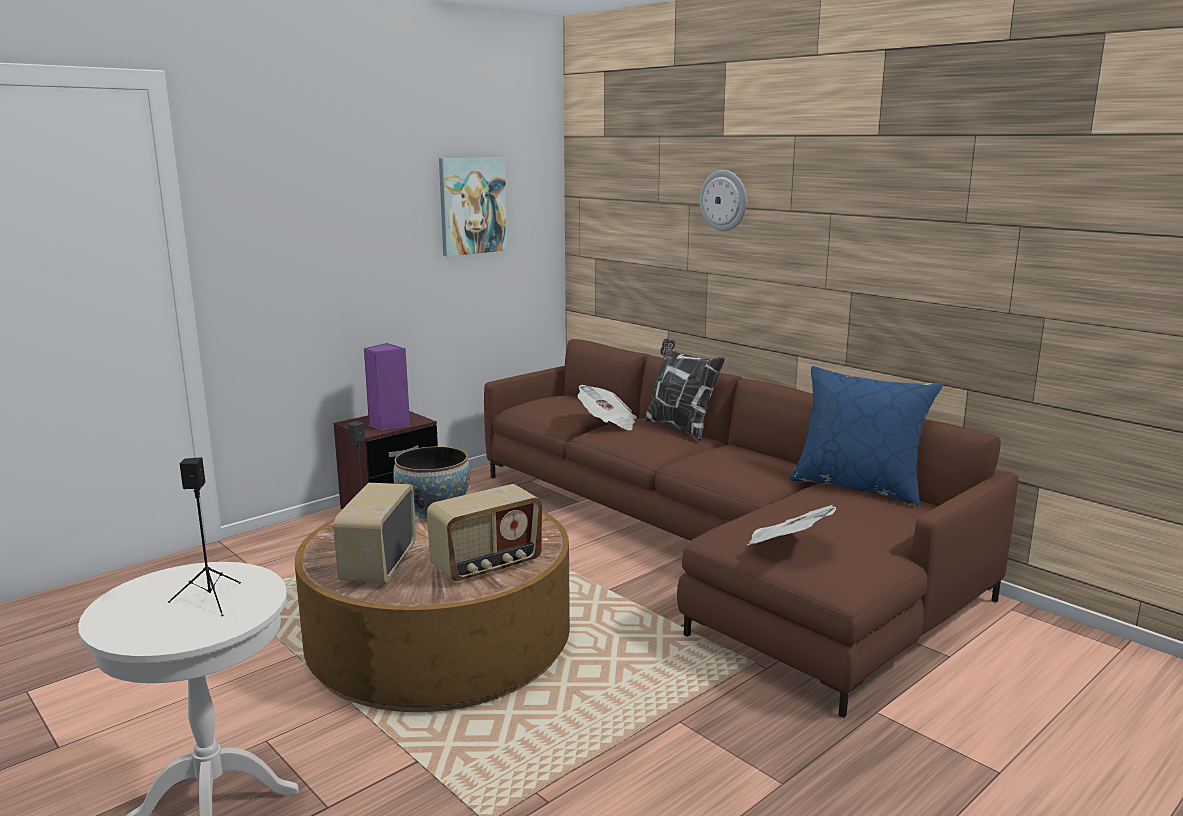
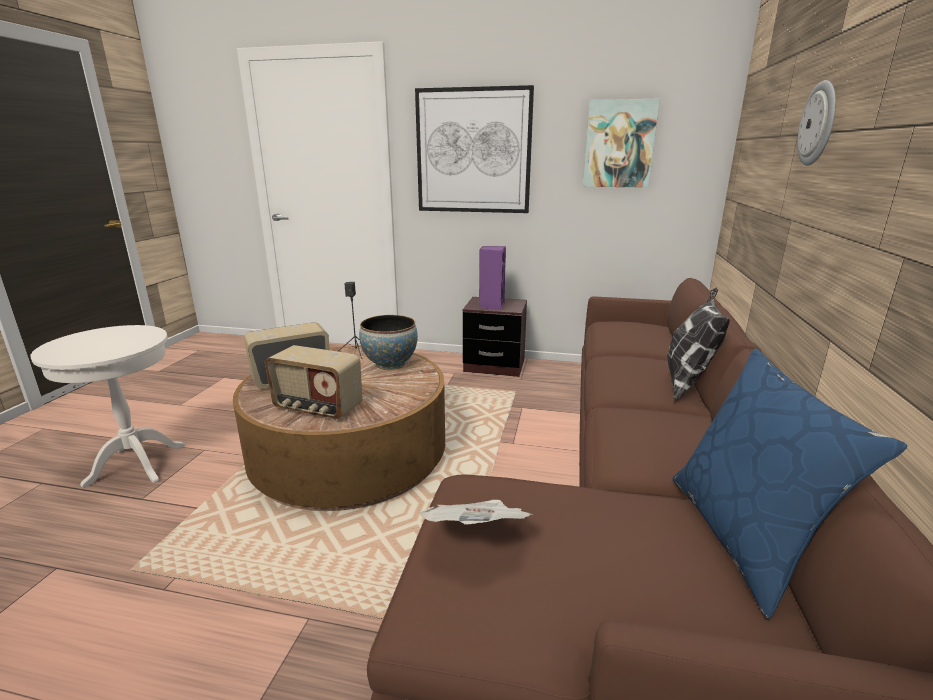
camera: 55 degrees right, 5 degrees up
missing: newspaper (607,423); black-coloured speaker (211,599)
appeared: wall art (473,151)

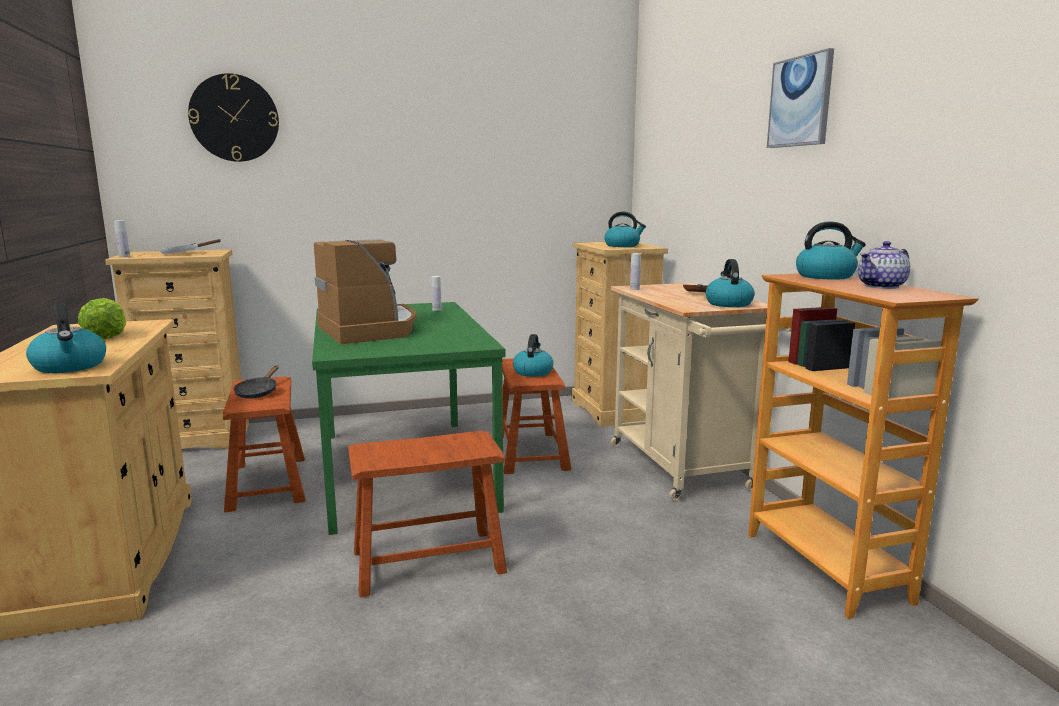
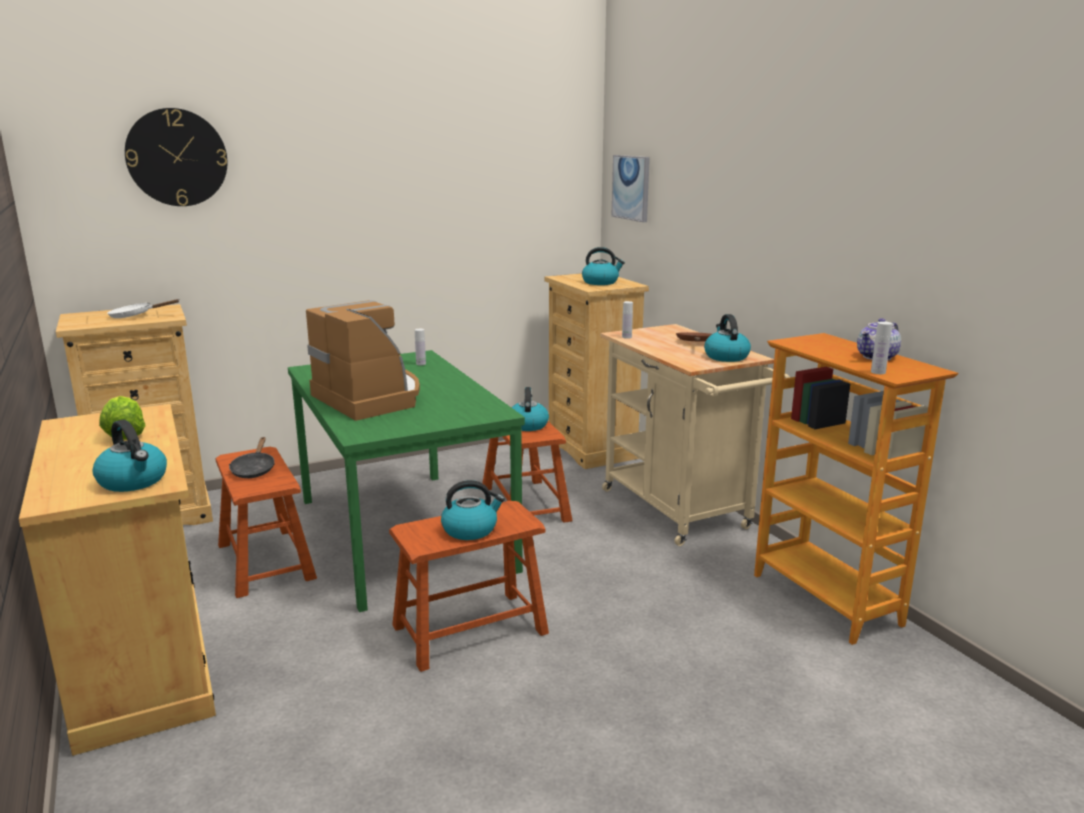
camera: 10 degrees left, 5 degrees up
relocated: wall art (800,101) to (631,187); white-coloured beverage bottle (124,256) to (878,372); tea kettle (826,276) to (470,529)

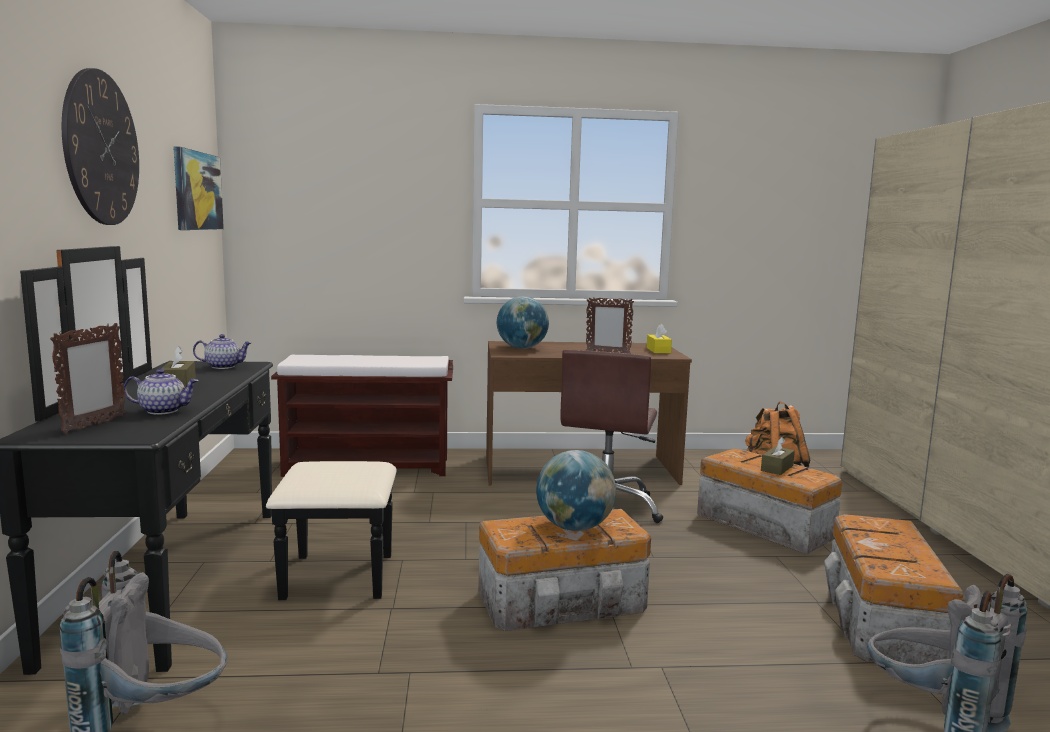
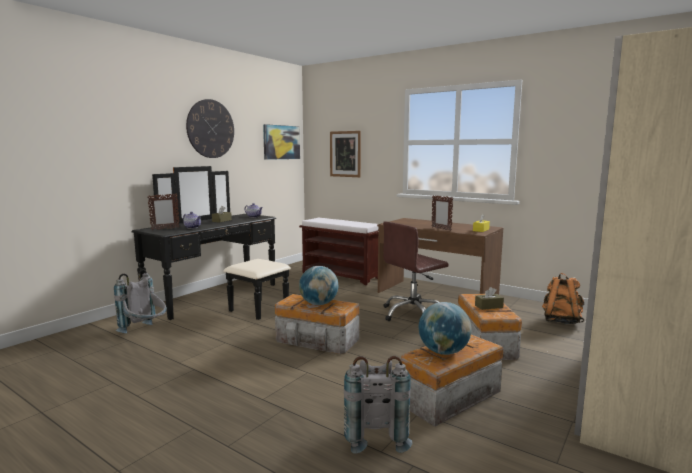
camera: 40 degrees right, 0 degrees up
appeared: wall art (345,154)
relocated: globe (522,348) to (443,352)

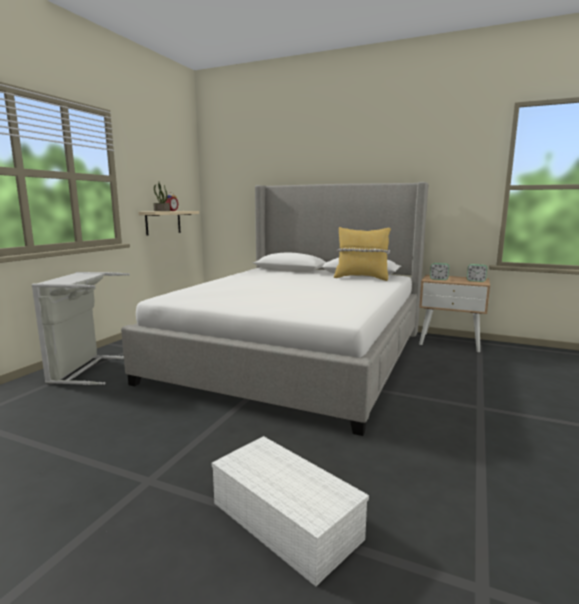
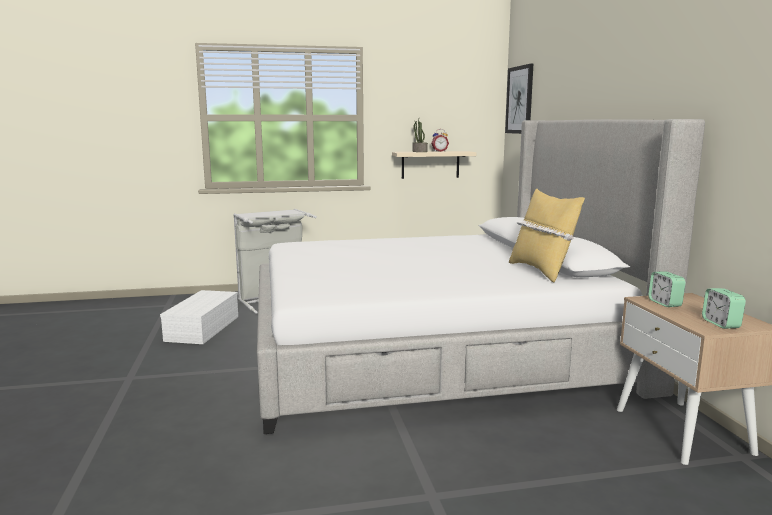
camera: 55 degrees right, 0 degrees up
appeared: wall art (520,100)
relocated: white-coloured storage box (282,520) to (202,328)

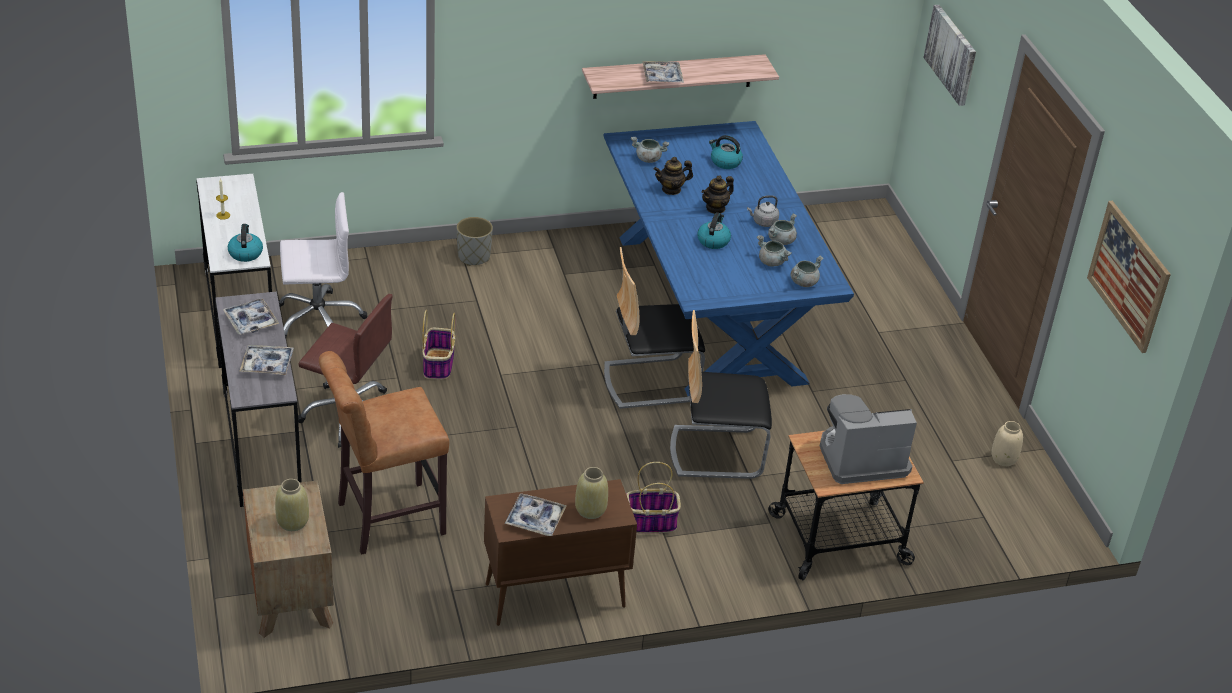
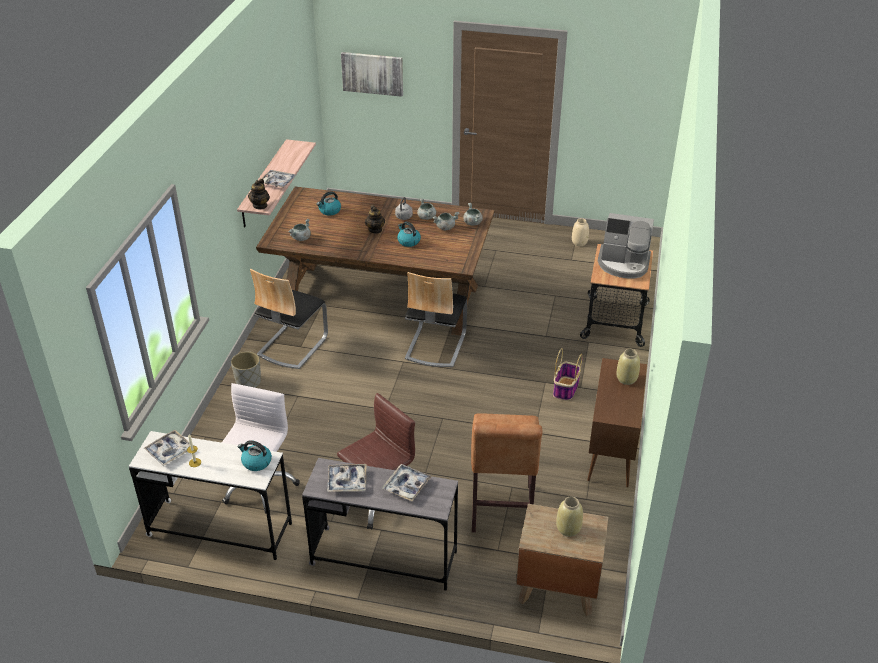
camera: 60 degrees left, 0 degrees up
missing: wall art (1129,275); storage basket (438,365)
relocated: tea pot (671,189) to (260,205); plain chair (716,451) to (292,346); carrying tray (535,519) to (169,451)
colour: bluish kitchen table (711,308) to brown-coloured kitchen table (382,297)
spun: coffee brewer (861,458) = (623,264) 90 degrees counterclockwise

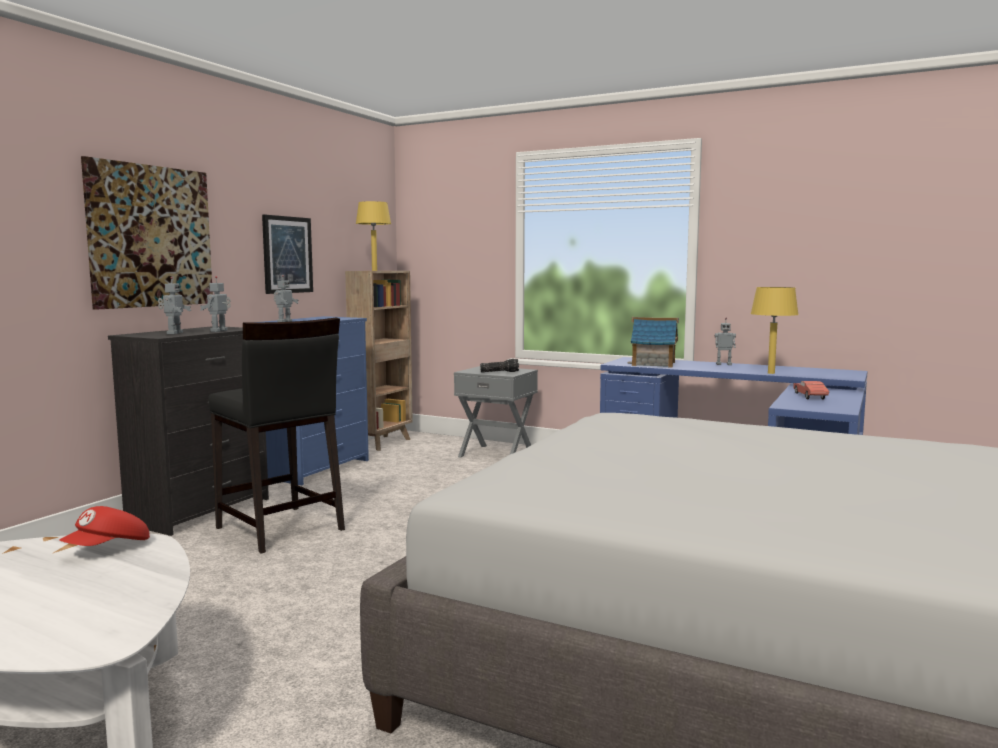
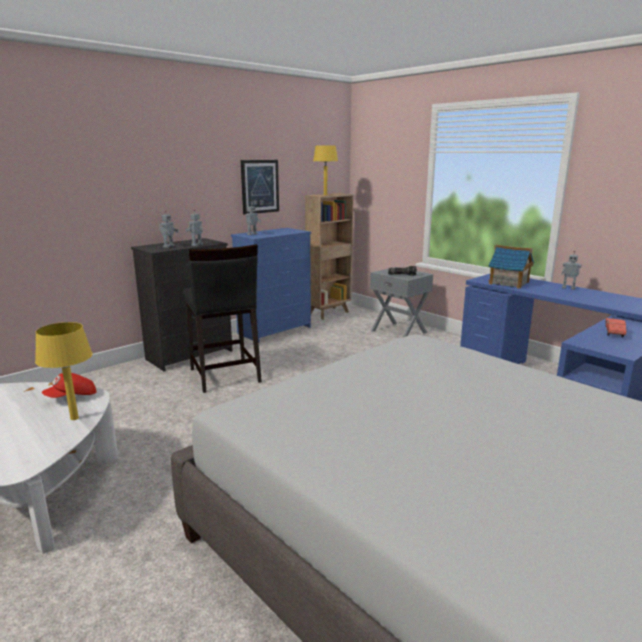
camera: 20 degrees right, 10 degrees up
missing: wall art (151,236)
relocated: yellow tabletop lamp (771,373) to (74,418)

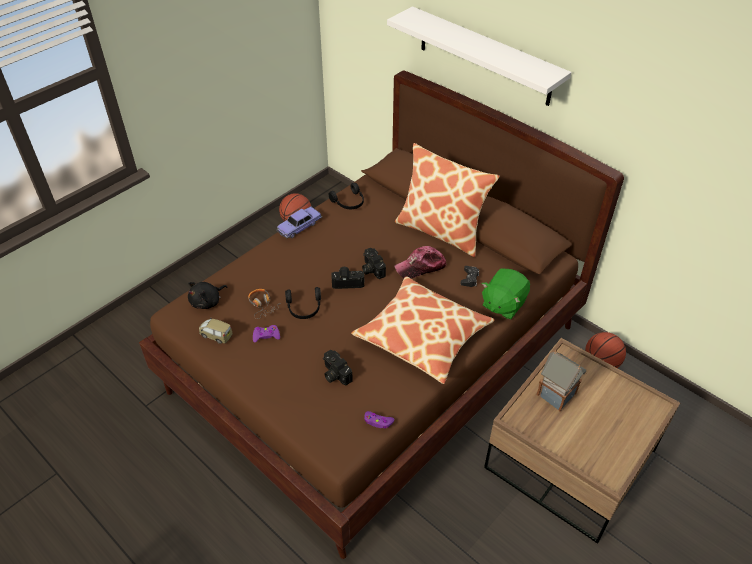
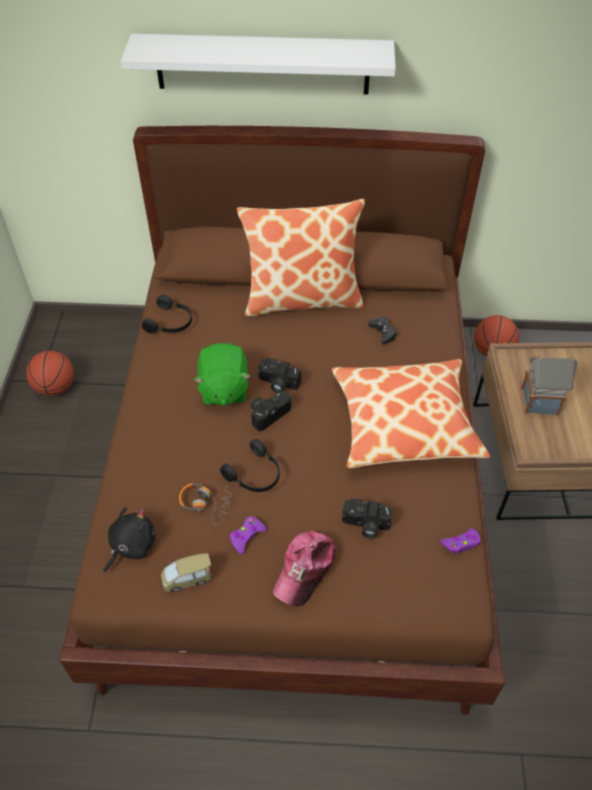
camera: 40 degrees left, 5 degrees up
missing: miniature car (299,226)
relocated: peaked cap (421,267) to (305,569); green-coloured cuddly toy (503,304) to (223,389)
spun: black-coloured cuddly toy (207,302) = (131,545) 150 degrees counterclockwise

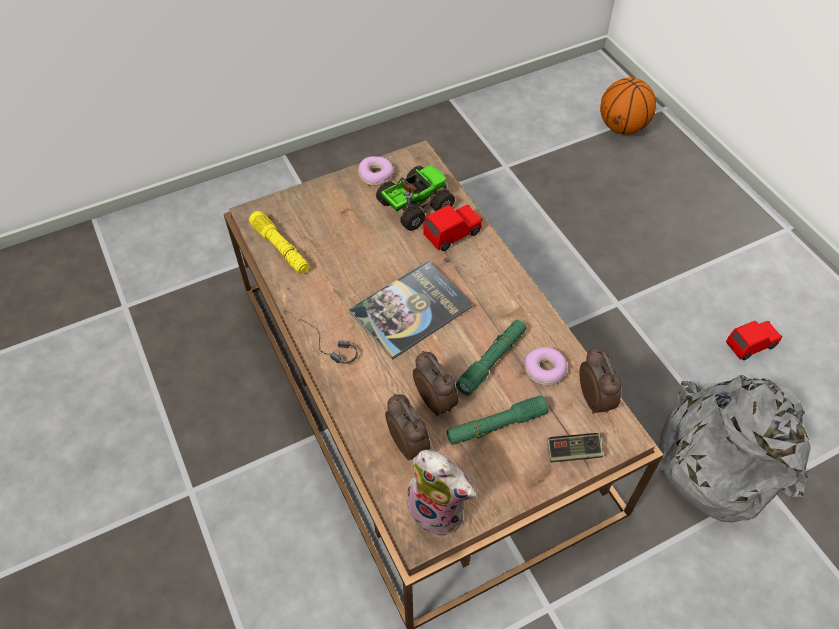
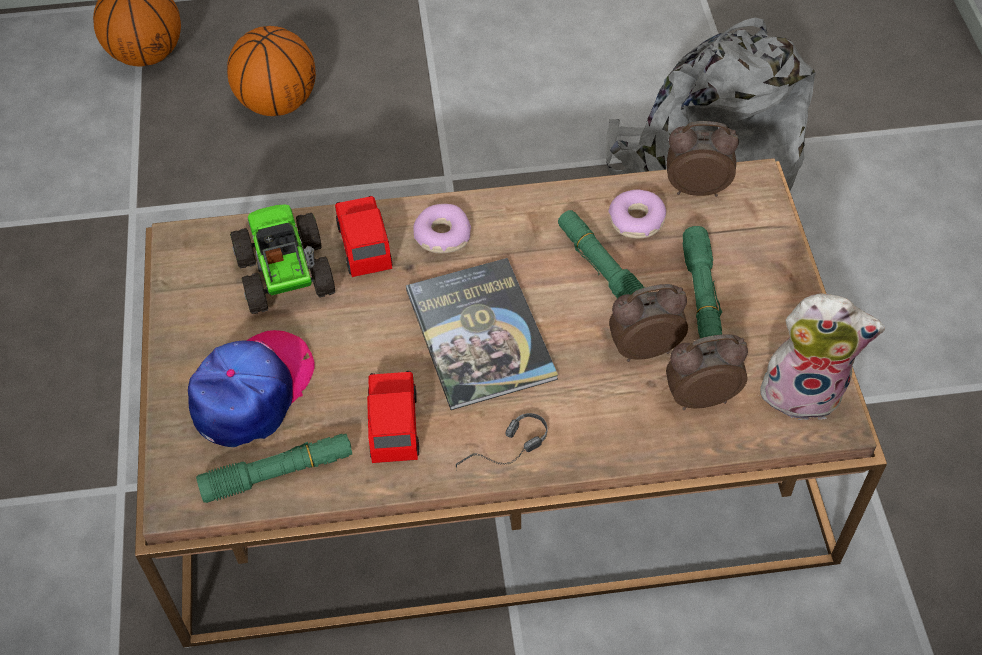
camera: 70 degrees left, 0 degrees up
missing: gamepad (573,452)
appeared: basketball (278,103); peaked cap (253,391)
relocated: donut (375,175) to (441,235); red-coloured miniature car (750,345) to (394,426)
colour: yellow torch (280,248) to green-coloured torch (278,473)
spun: cuddly toy (439,509) = (804,390) 45 degrees clockwise

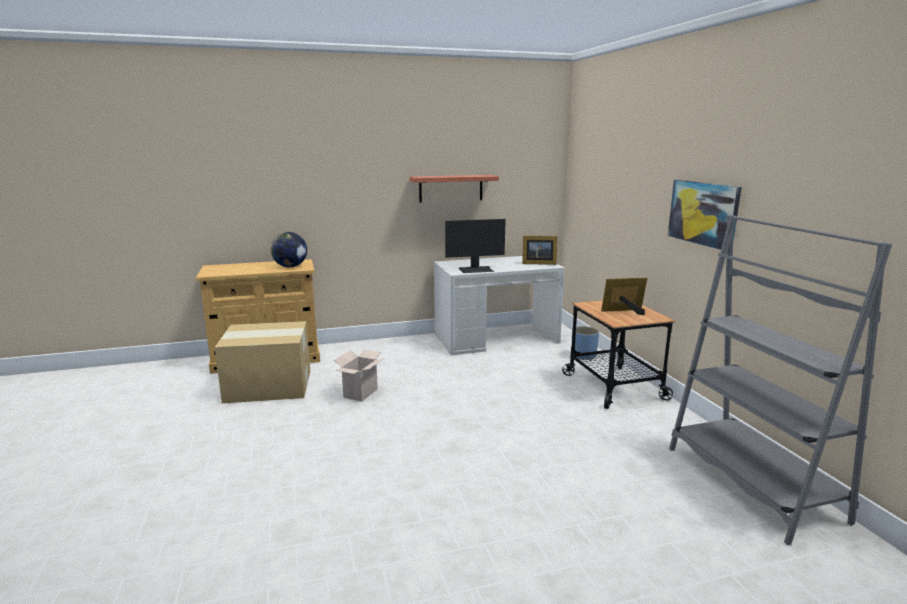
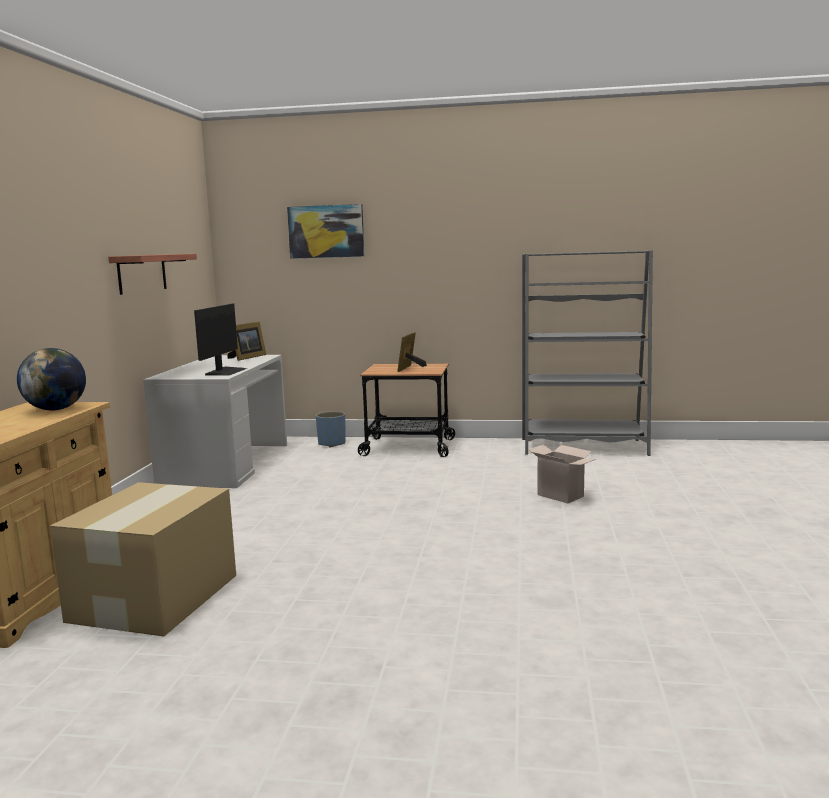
camera: 65 degrees left, 5 degrees down
relocated: wall art (703,213) to (326,231); cardboard box (361,394) to (562,496)

